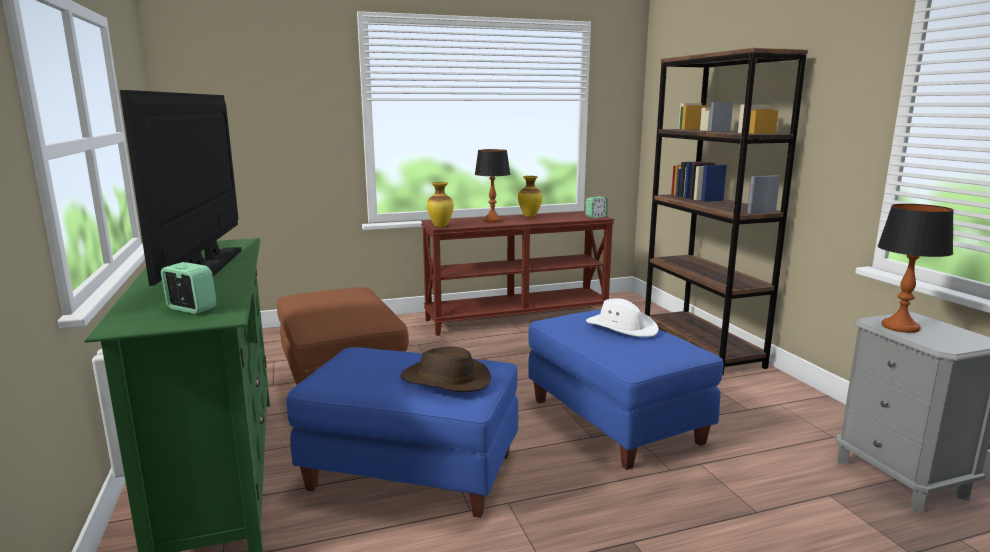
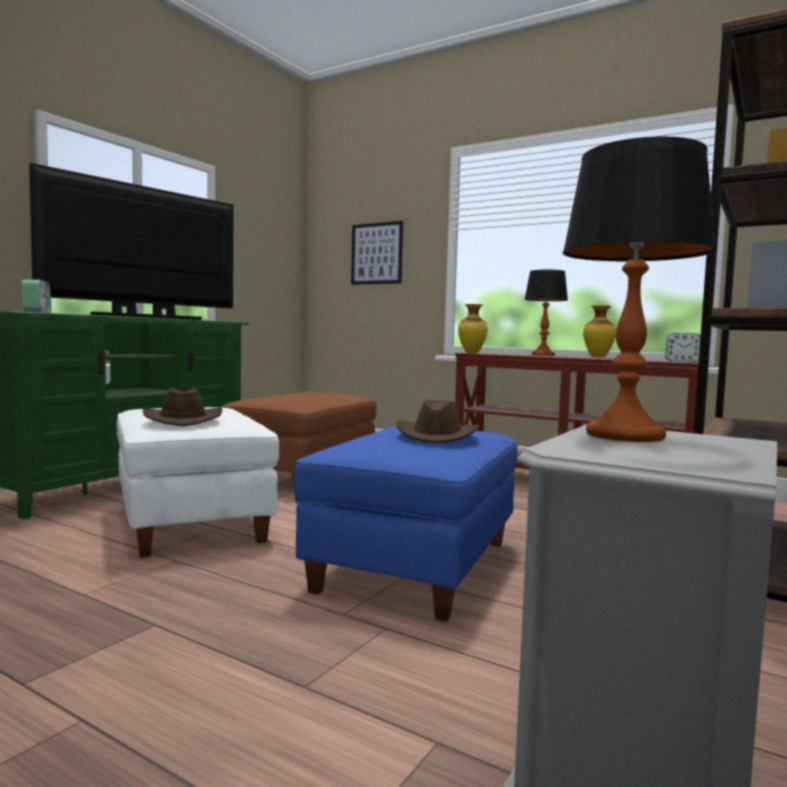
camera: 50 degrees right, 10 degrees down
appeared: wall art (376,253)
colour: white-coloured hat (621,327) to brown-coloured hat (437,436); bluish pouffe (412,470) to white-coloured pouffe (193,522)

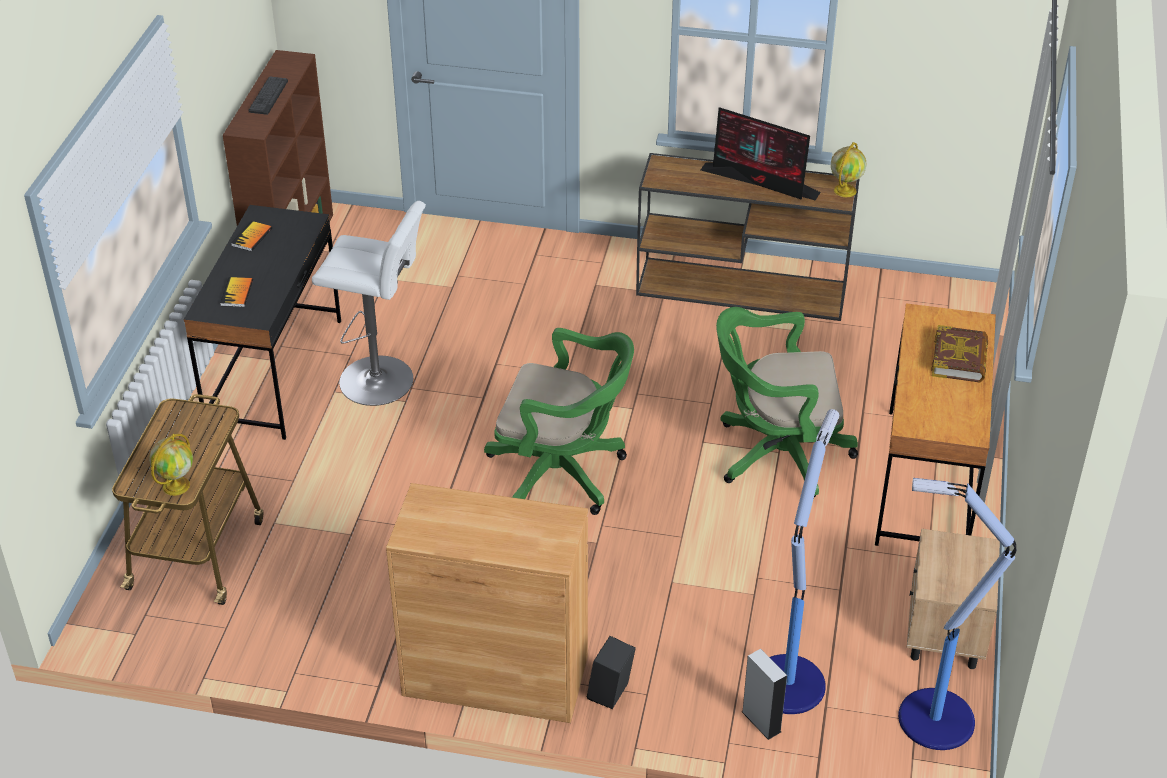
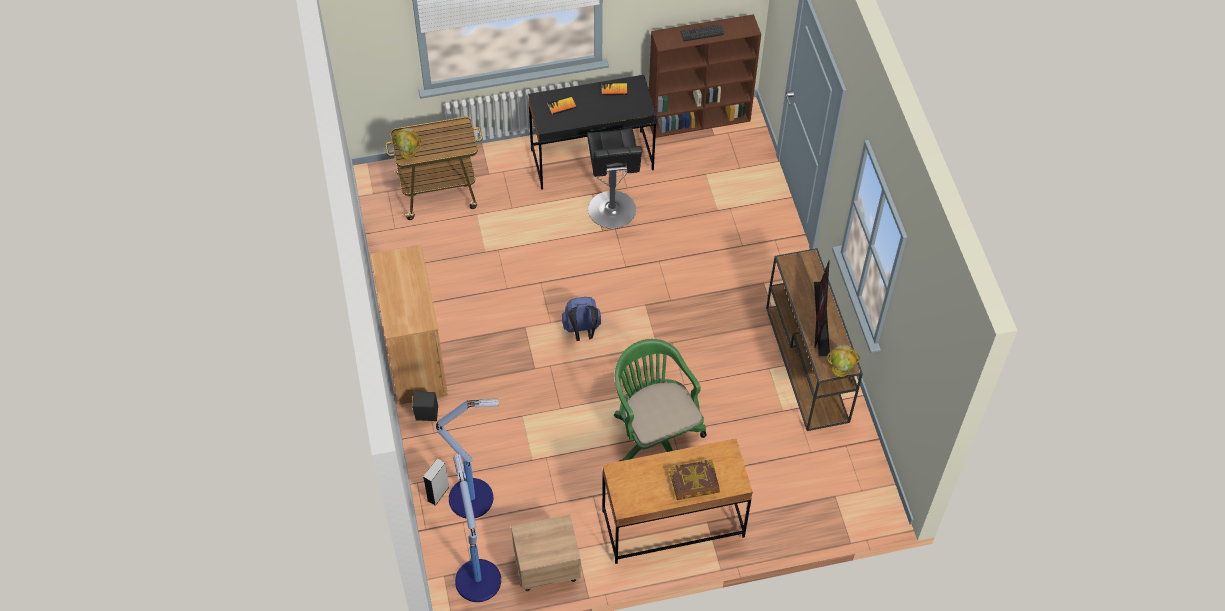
camera: 65 degrees right, 15 degrees up
exchanged: green-coloured office chair (563,474) to bluish rucksack (582,331)
colour: white-coloured stool (382,381) to black-coloured stool (612,212)

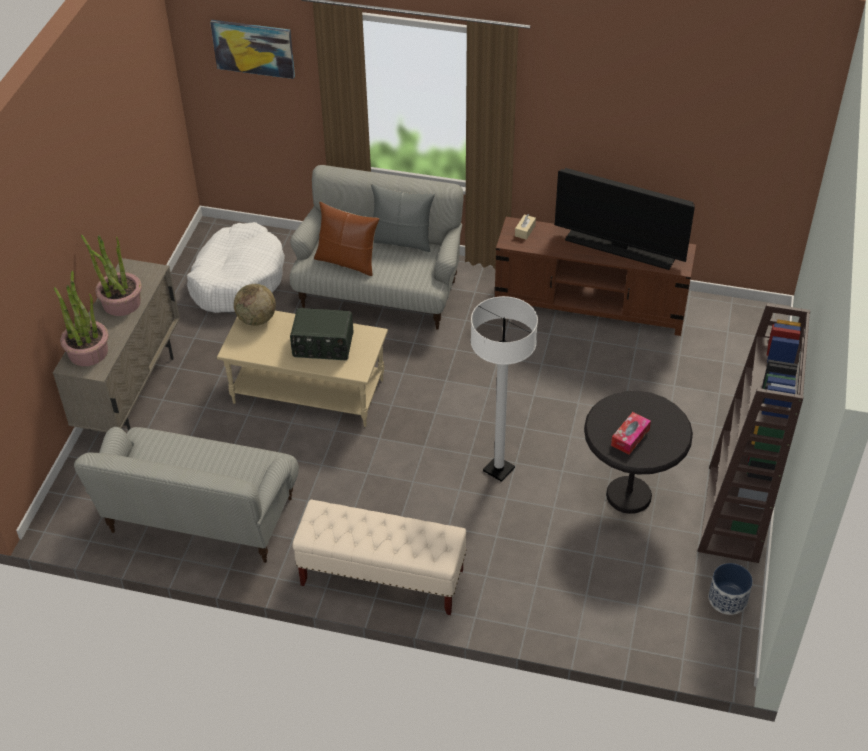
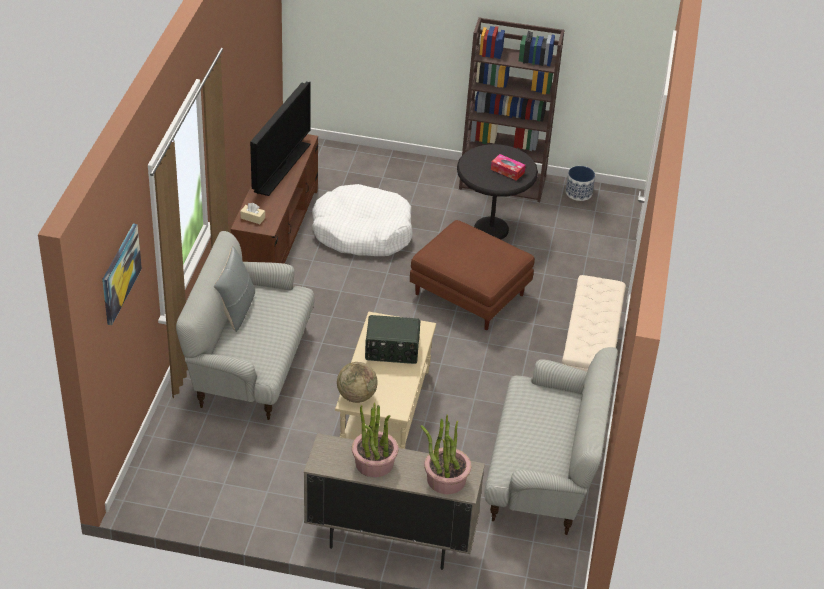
camera: 95 degrees left, 5 degrees down
missing: brown-coloured cushion (347,262)
relocated: white-coloured dog cushion (237,279) to (362,232)
exchanged: white-coloured floor lamp (498,469) to brown-coloured pouffe (471,295)
spun: radio set (323,346) = (392,350) 90 degrees clockwise

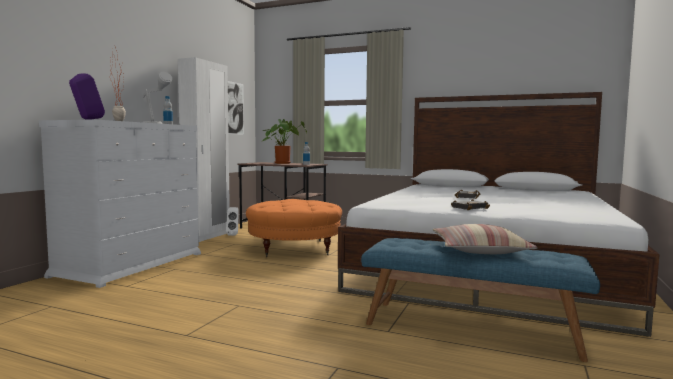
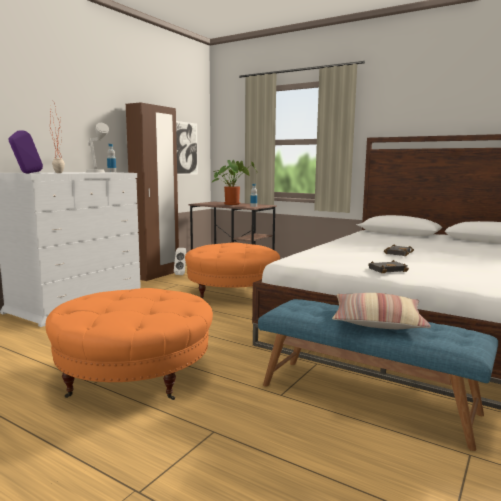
camera: 10 degrees right, 5 degrees up
appeared: orange-coloured pouffe (134,375)
colour: white-coloured wardrobe (207,236) to brown-coloured wardrobe (156,275)

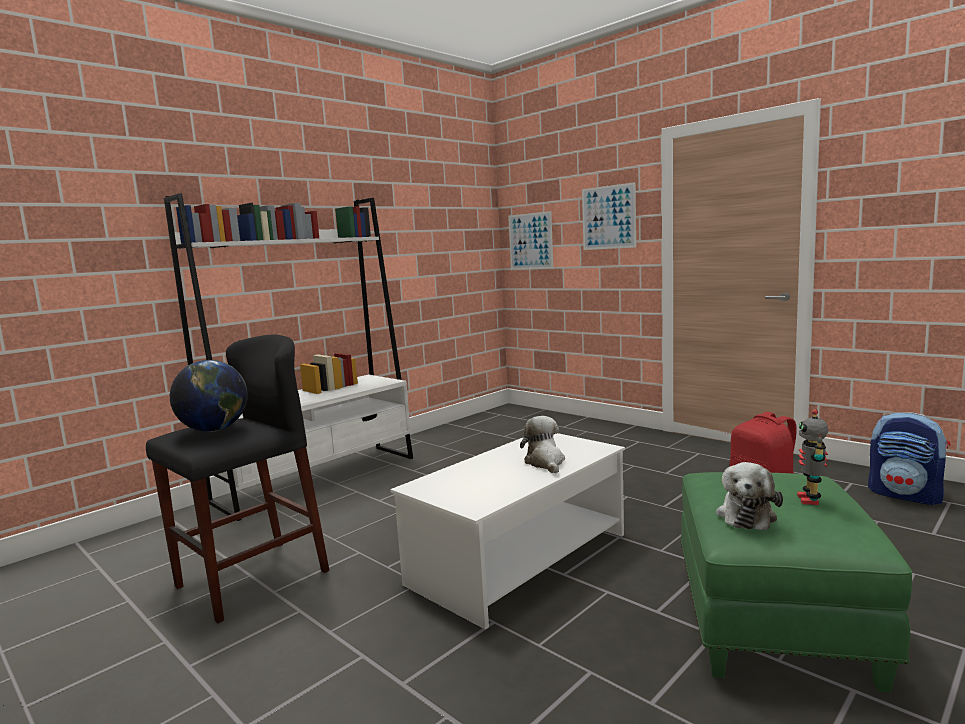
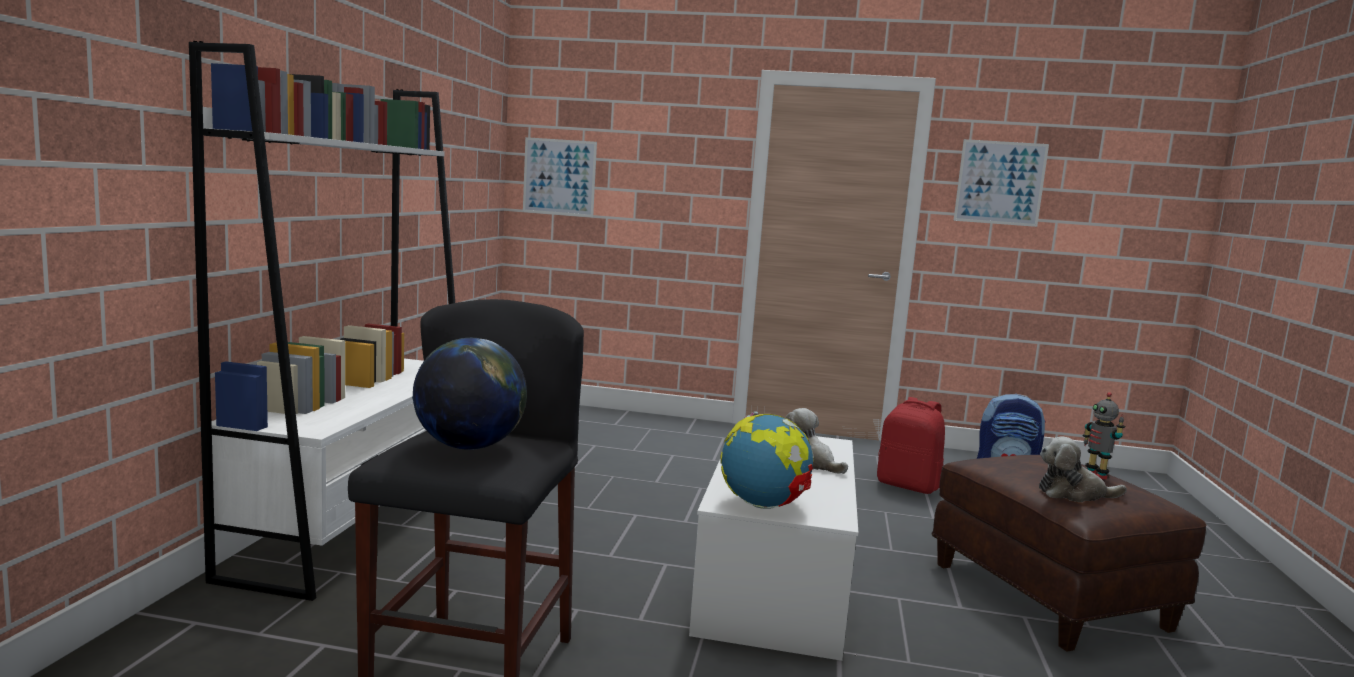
camera: 35 degrees left, 0 degrees up
appeared: globe (763,505)
relocated: wall art (608,217) to (1000,183)
colour: green-coloured pouffe (775,622) to brown-coloured pouffe (1051,596)
spun: cuddly toy (746,515) = (1073,494) 105 degrees clockwise

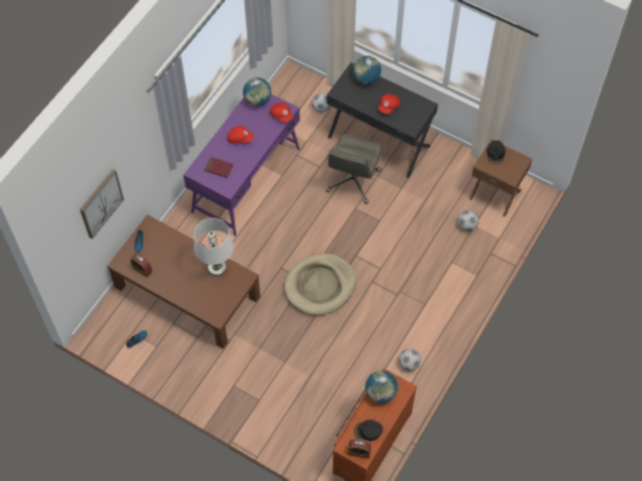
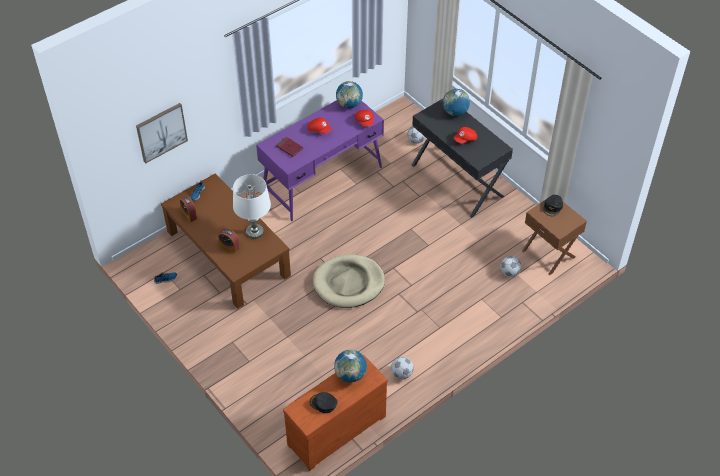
camera: 20 degrees right, 10 degrees down
missing: grey office chair (353,181)
relocated: table clock (359,452) to (229,246)

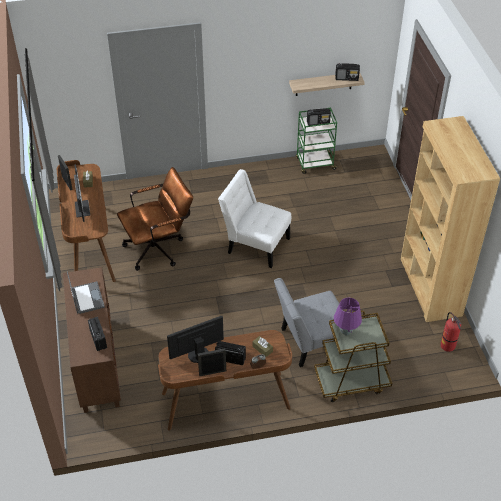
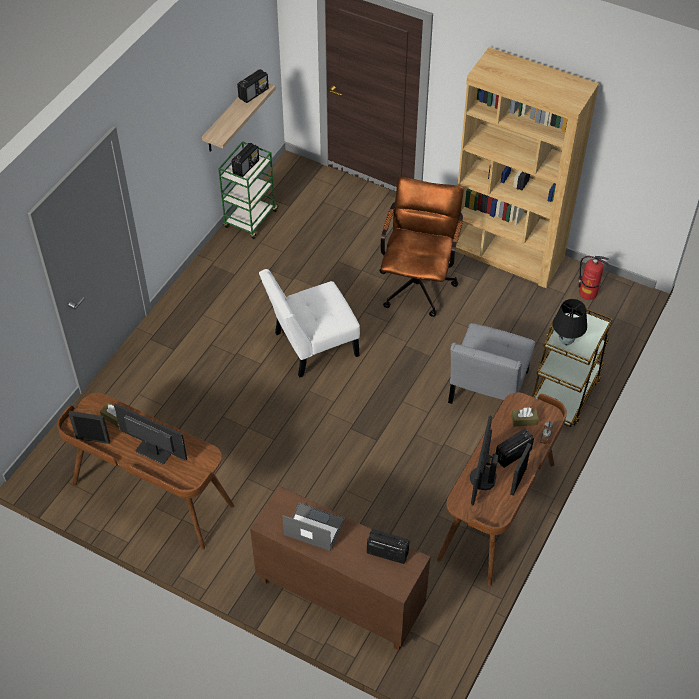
camera: 50 degrees left, 5 degrees up
relocated: brown-coloured office chair (159,248) to (418,282)
colour: purple-coloured tabletop lamp (346,332) to black-coloured tabletop lamp (566,341)

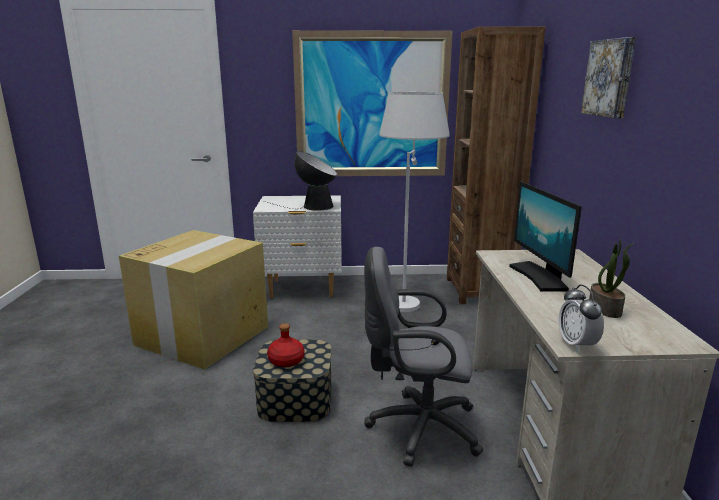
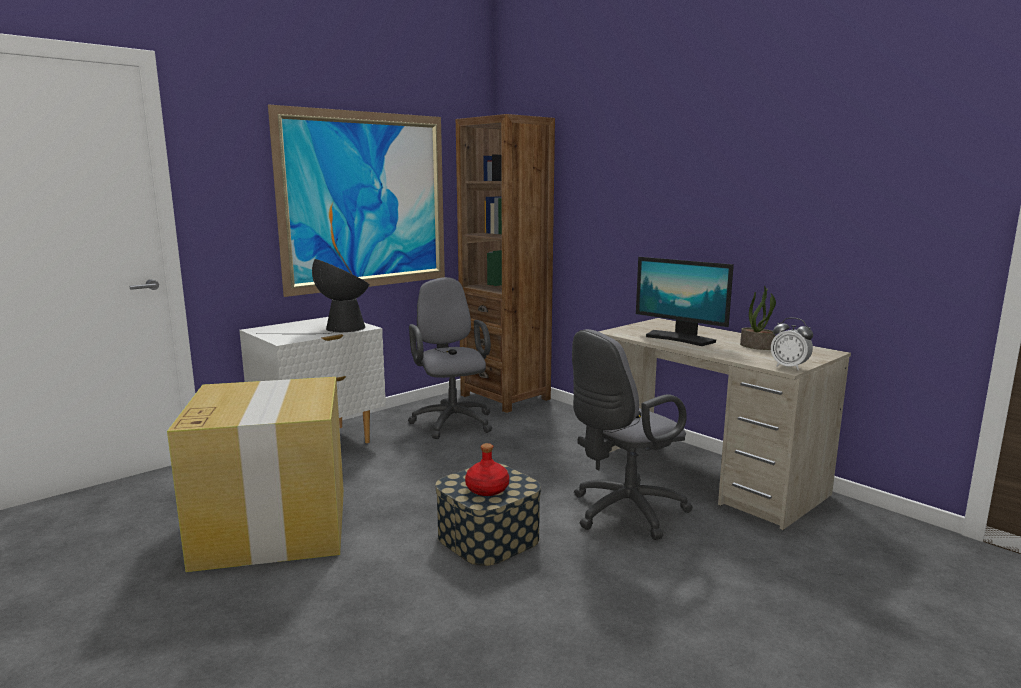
camera: 40 degrees left, 5 degrees down
missing: wall art (610,78)
exchanged: white-coloured floor lamp (408,298) to grey office chair (452,421)

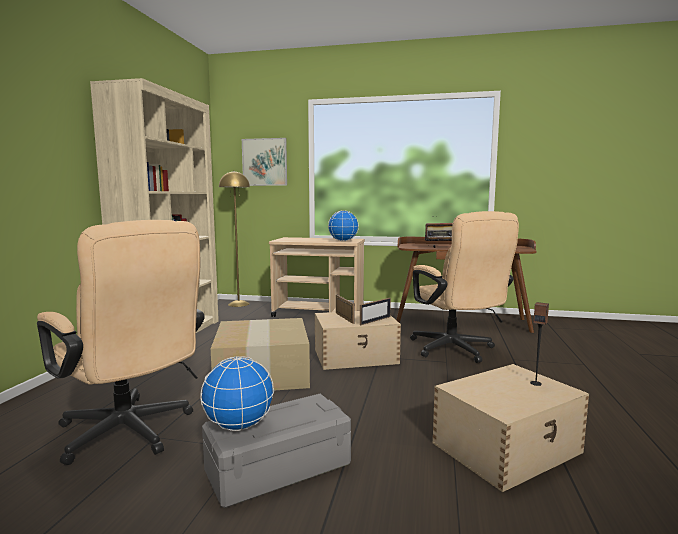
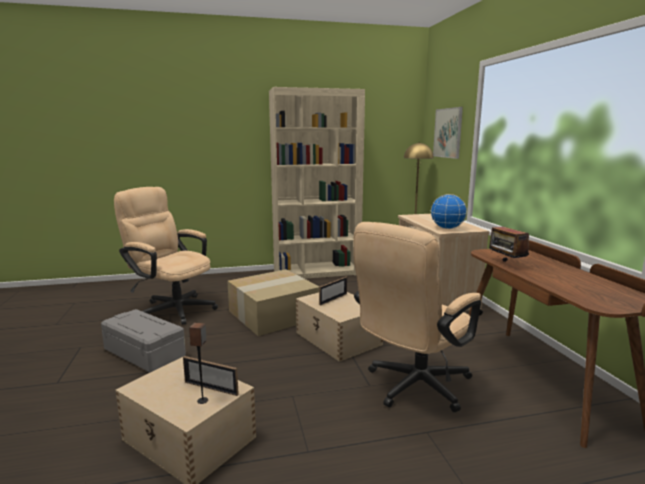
camera: 65 degrees right, 5 degrees up
missing: globe (238,426)
relocated: standing frame (375,320) to (211,388)
spun: beige-coloured office chair (131,434) = (172,308) 105 degrees clockwise

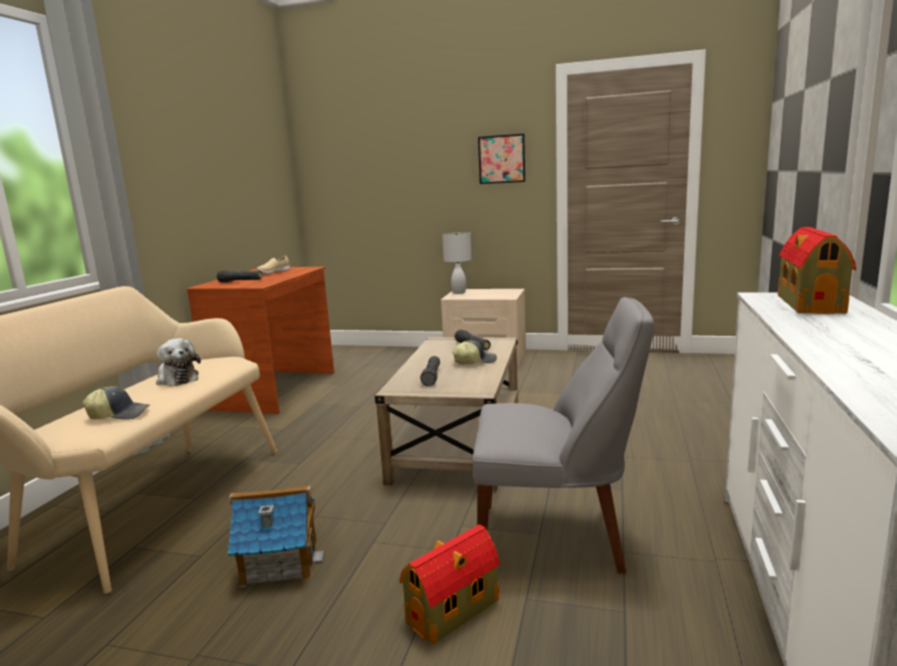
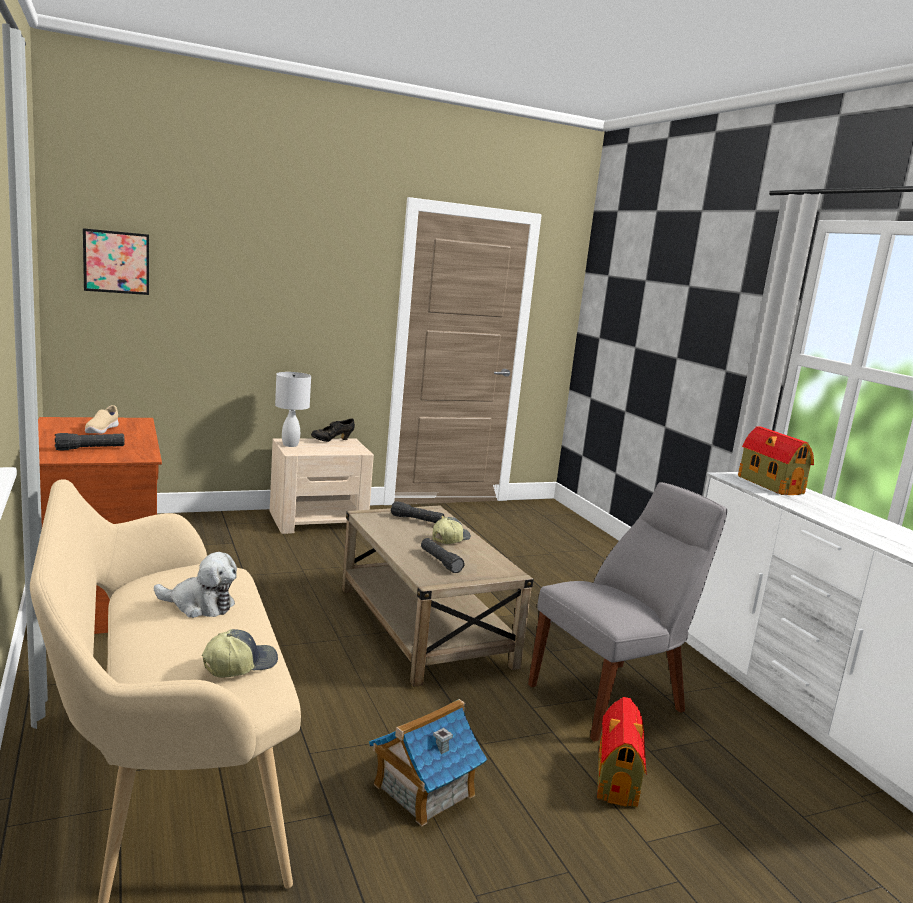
camera: 40 degrees left, 0 degrees up
appeared: black-coloured shoe (332,441)
relocated: wall art (501,159) to (116,262)

